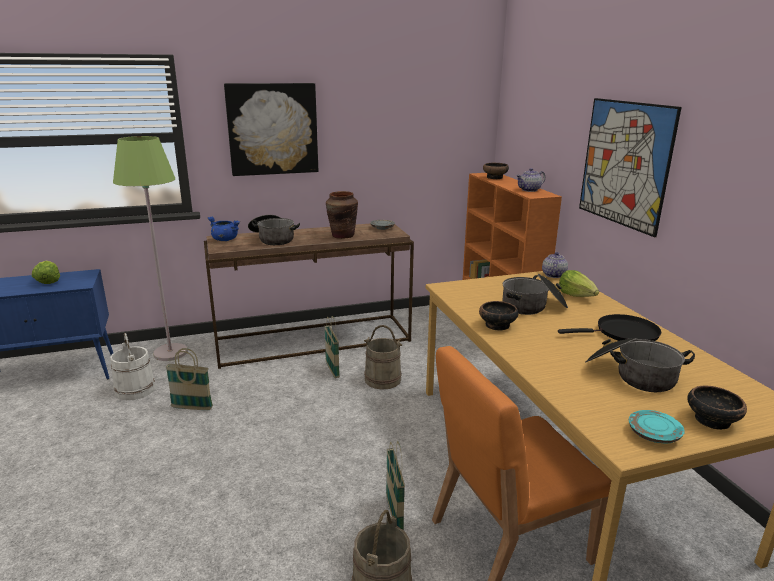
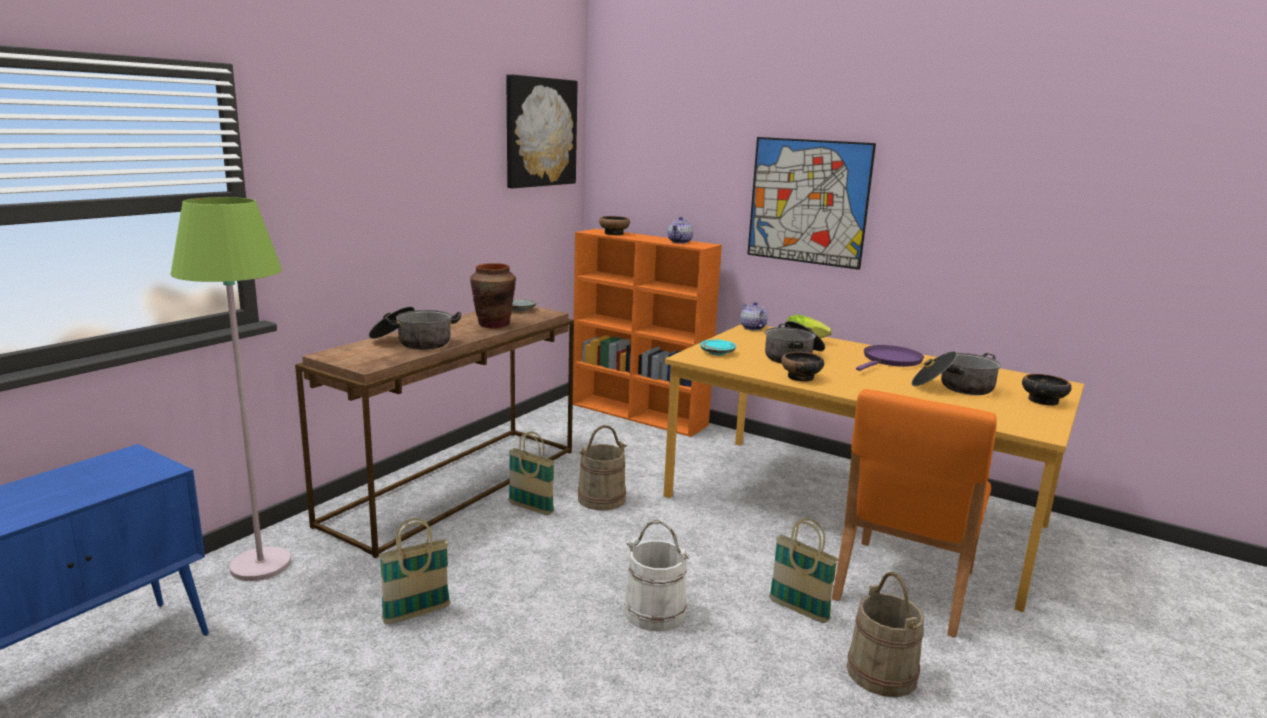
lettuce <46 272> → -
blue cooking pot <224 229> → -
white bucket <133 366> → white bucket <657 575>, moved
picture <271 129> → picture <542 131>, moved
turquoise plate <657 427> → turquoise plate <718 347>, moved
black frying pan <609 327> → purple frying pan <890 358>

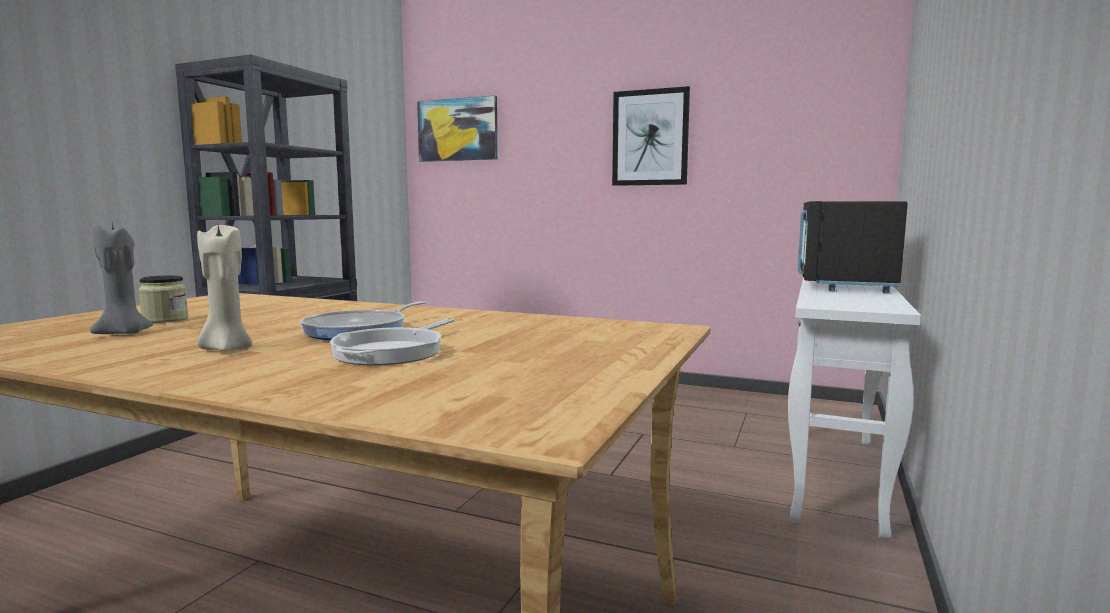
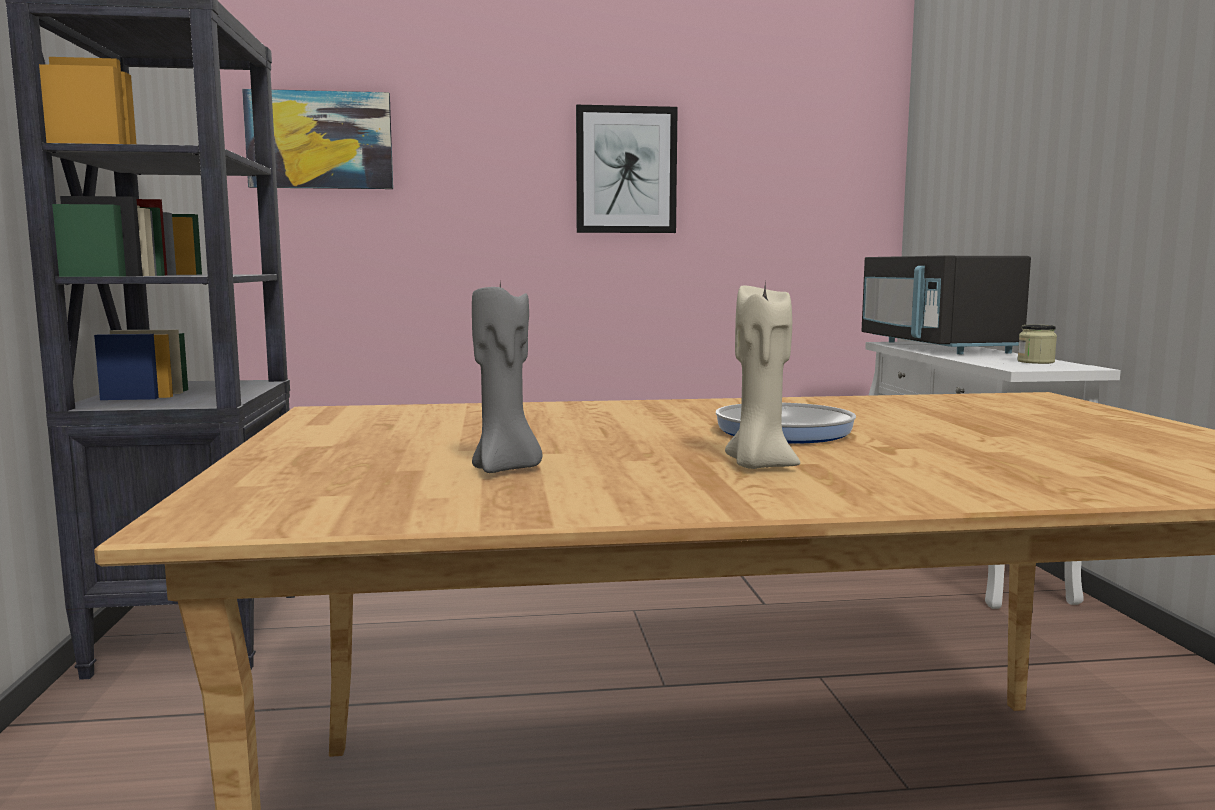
frying pan <392 341> → -
jar <163 299> → jar <1037 344>, moved

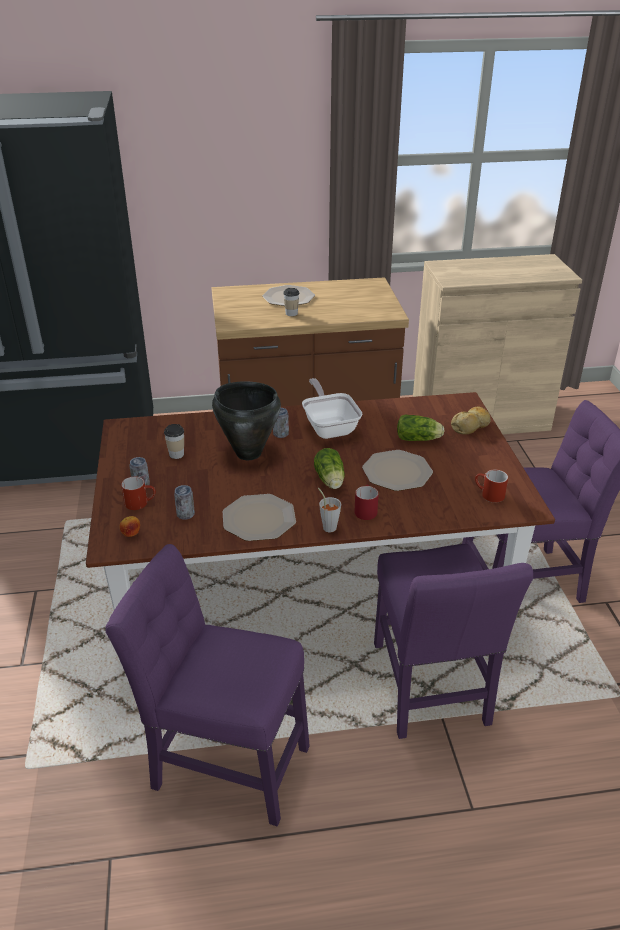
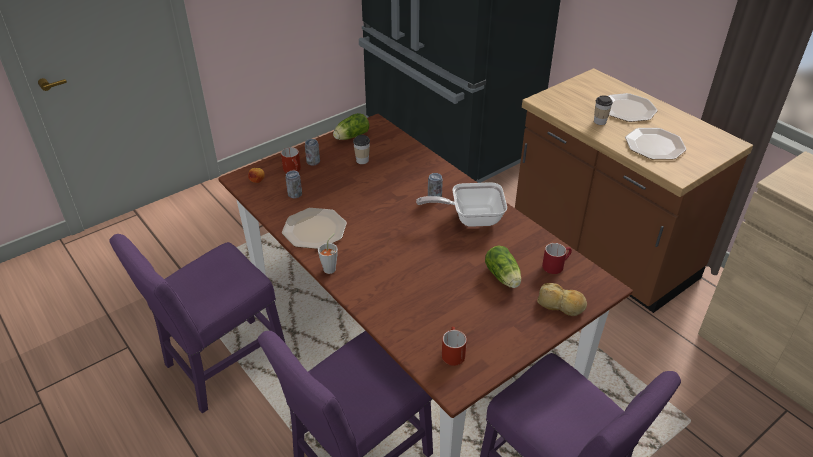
black cooking pot <246 420> → -
lettuce <329 468> → lettuce <351 126>, moved
red mug <367 502> → red mug <557 258>, moved
plate <397 470> → plate <656 144>, moved
purple chair <207 685> → purple chair <197 323>, 120 degrees counterclockwise
frying pan <332 408> → frying pan <461 204>, 135 degrees counterclockwise

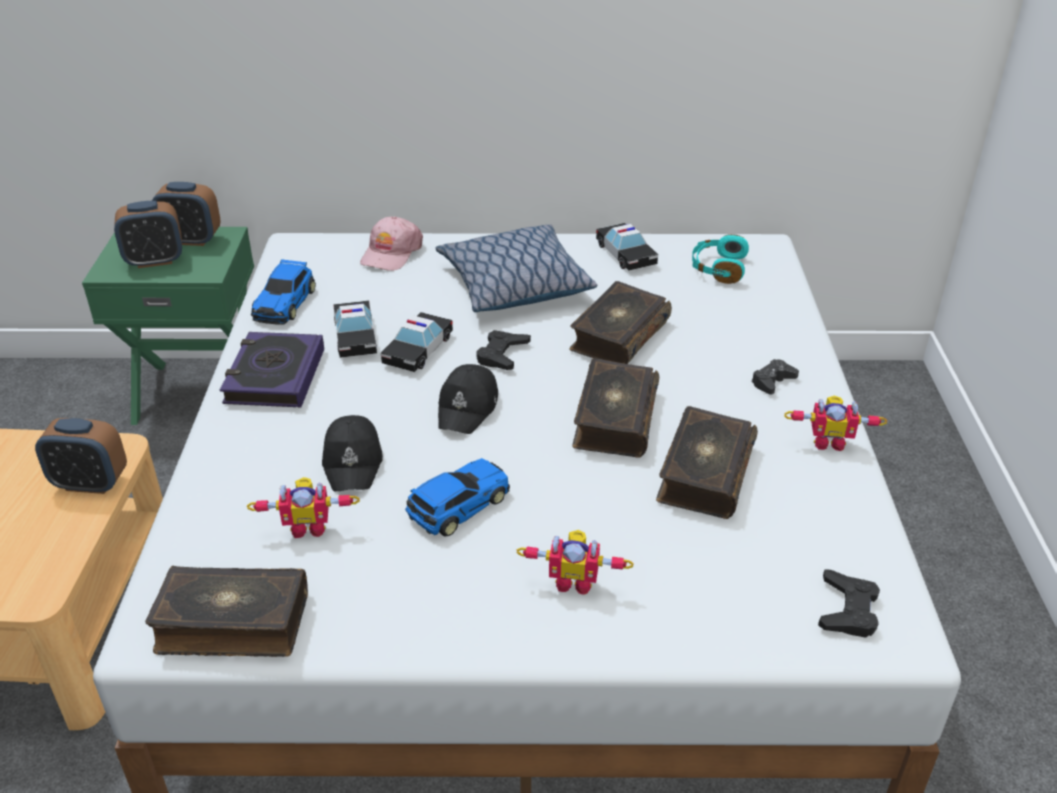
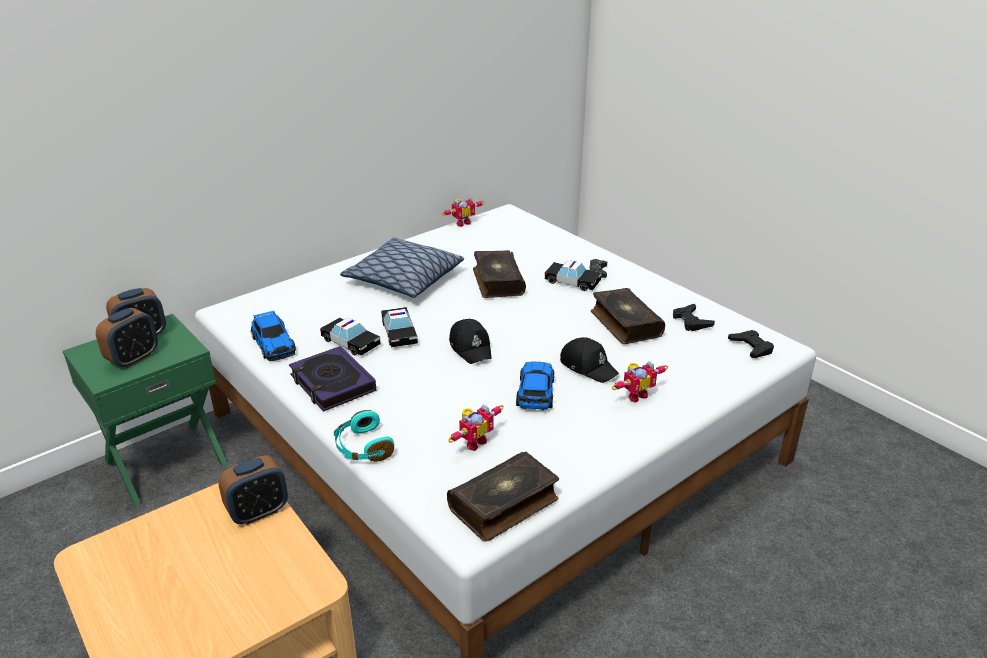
pink cap <391 243> → -
book <615 408> → -
black cap <352 453> → black cap <589 360>, moved
black game controller <503 350> → black game controller <694 317>, moved
toy car <627 247> → toy car <573 275>, moved
turquoise headphones <720 259> → turquoise headphones <364 436>, moved
toy robot <835 423> → toy robot <463 212>, moved

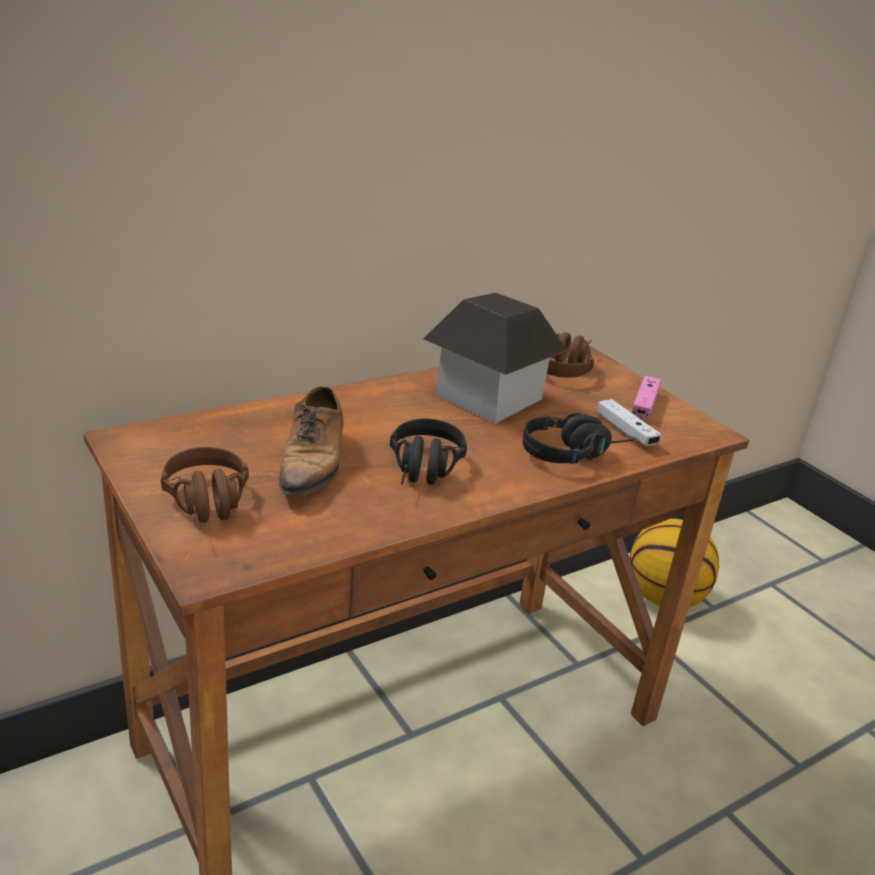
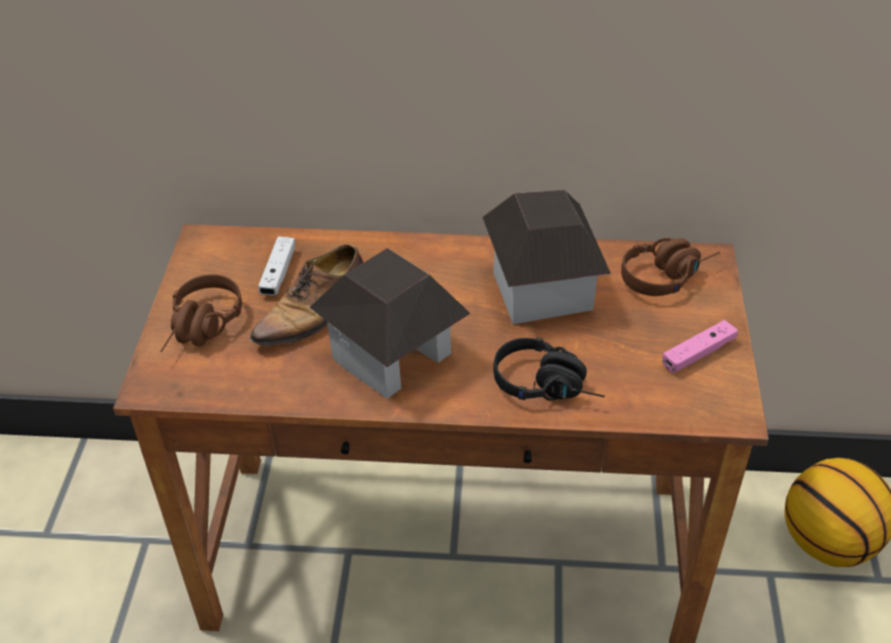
white game controller <629 422> → white game controller <276 266>, moved
black headphones <428 452> → toy house <390 323>

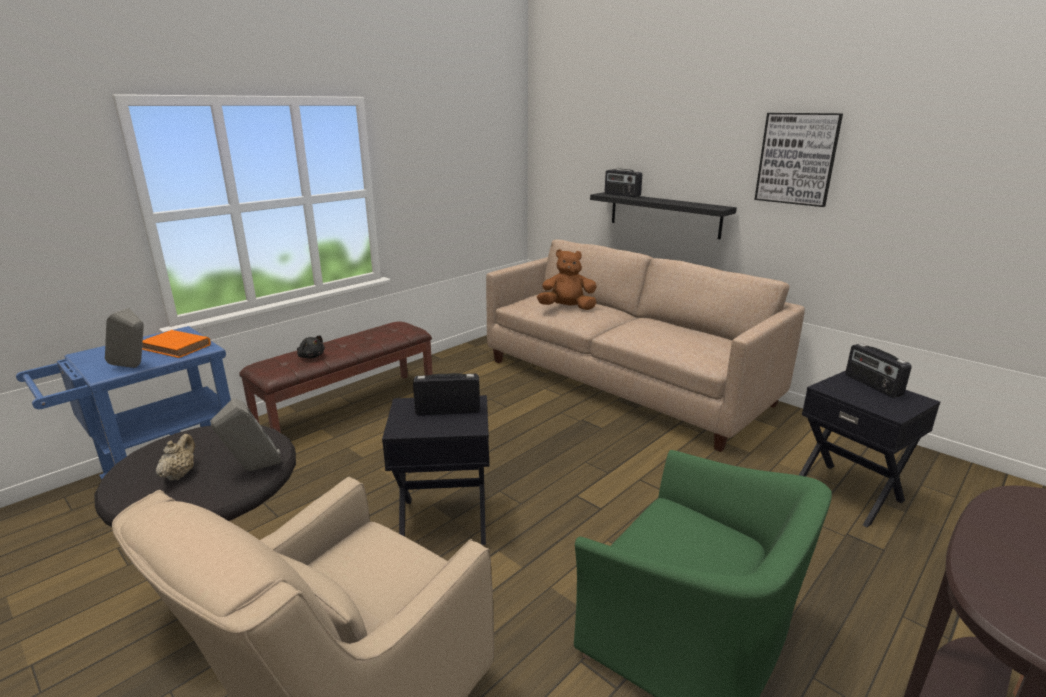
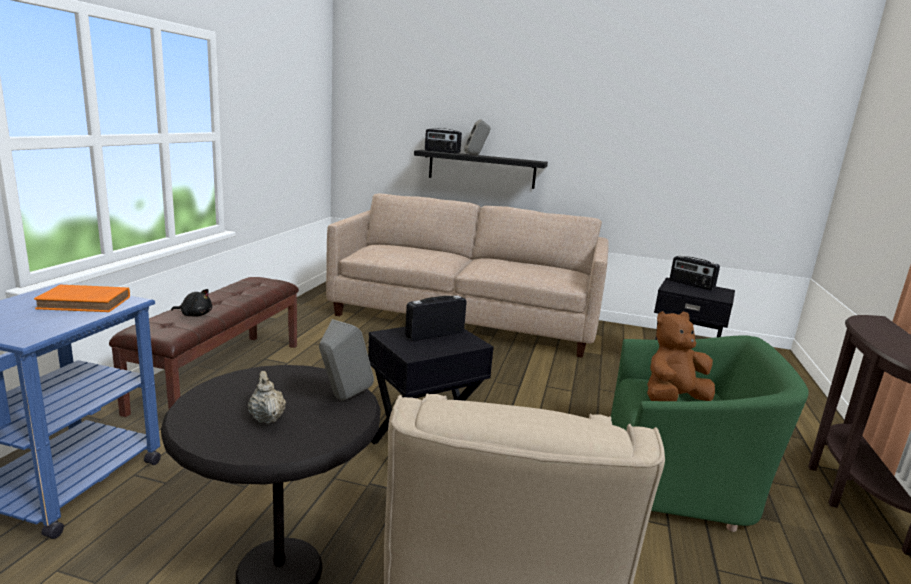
picture <798 160> → -
grey speaker <124 338> → grey speaker <477 137>, moved
brown plush toy <567 279> → brown plush toy <681 356>, moved

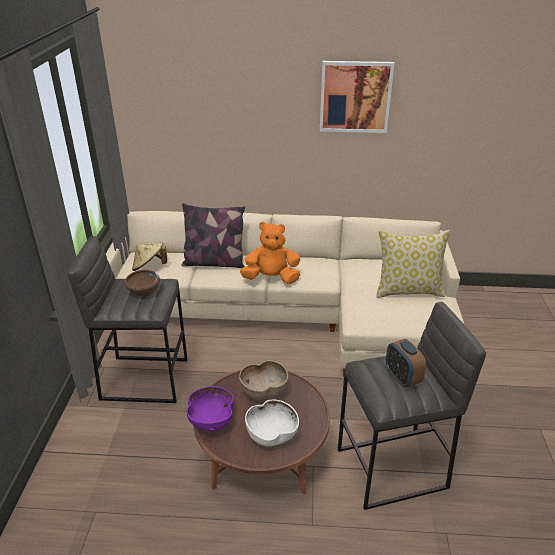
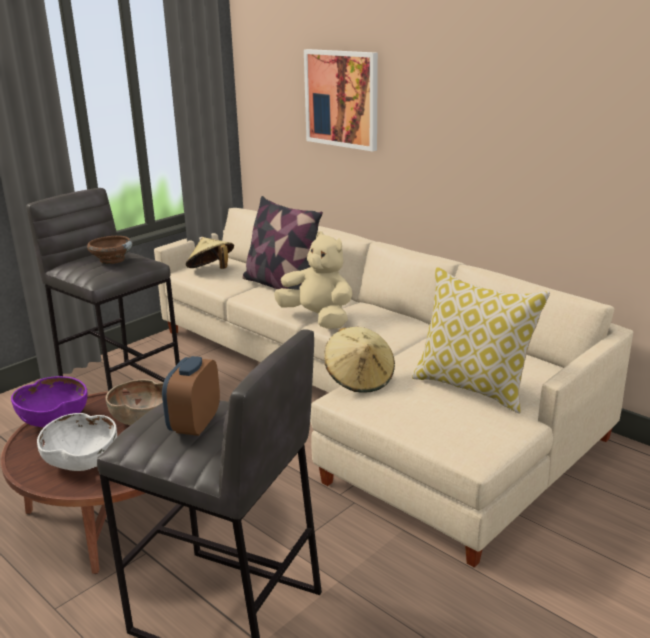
- → beige hat <359 360>
picture <357 97> → picture <341 100>, moved
orange plush toy <270 253> → beige plush toy <313 280>

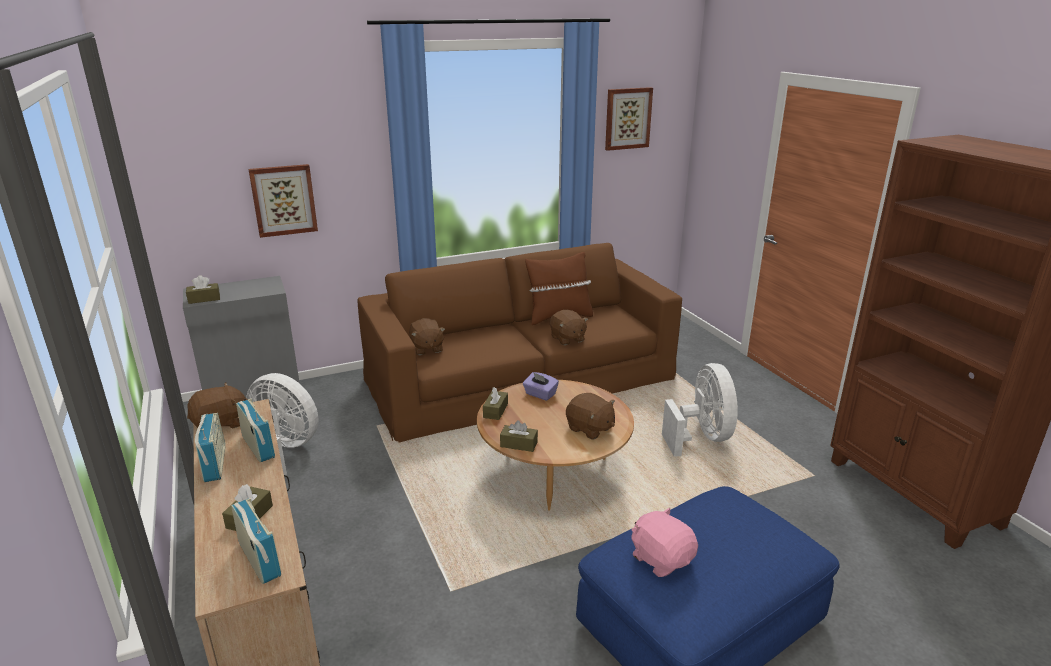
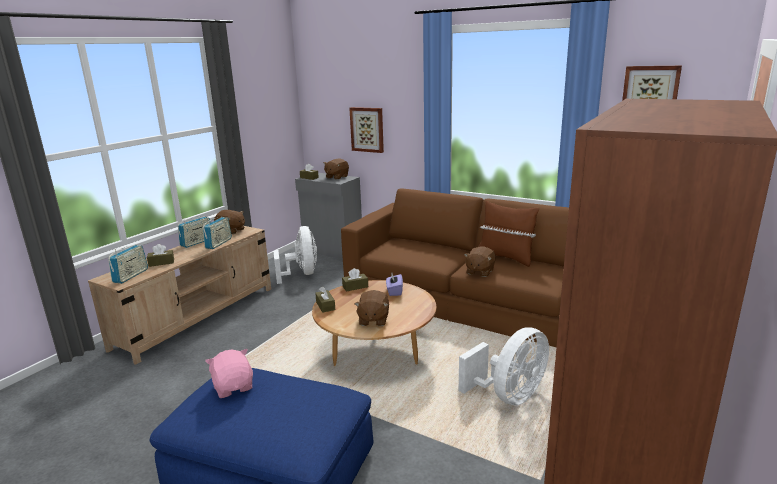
brown plush toy <427 337> → brown plush toy <336 169>, moved
pink plush toy <664 542> → pink plush toy <229 373>, 45 degrees counterclockwise

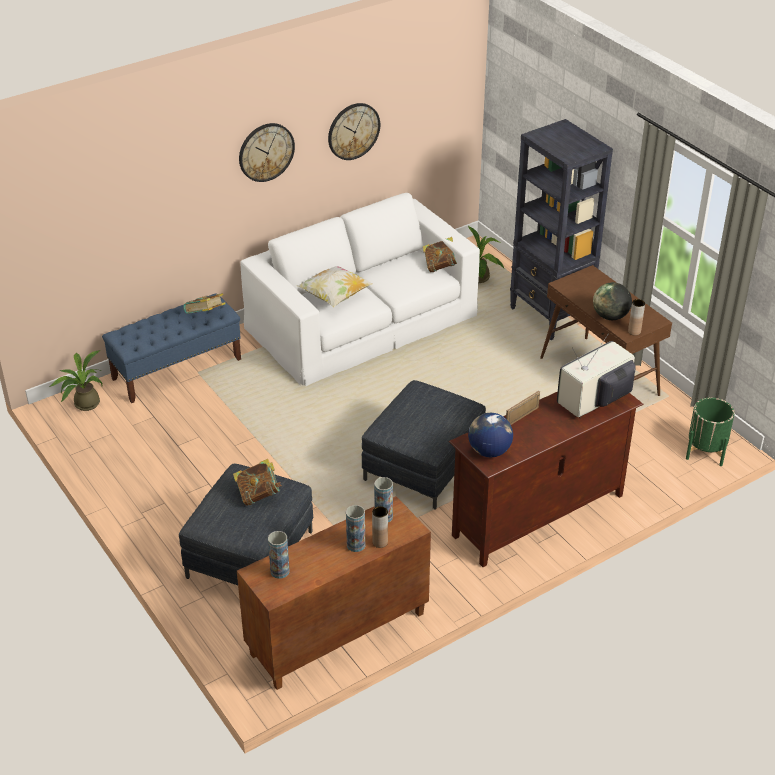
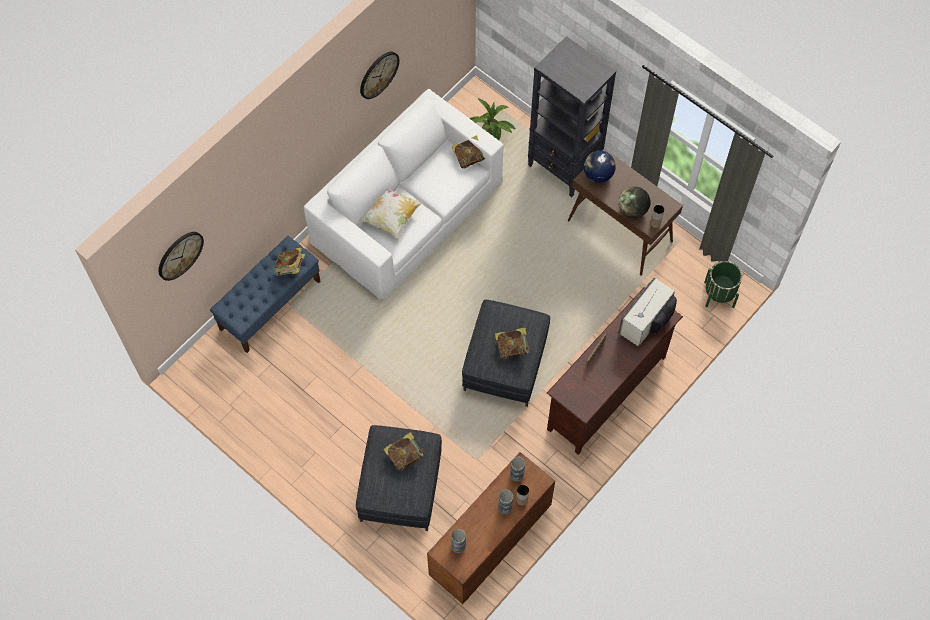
potted plant <76 380> → -
- → book <512 343>
wall clock <267 152> → wall clock <181 256>, moved
globe <490 435> → globe <600 167>, moved

